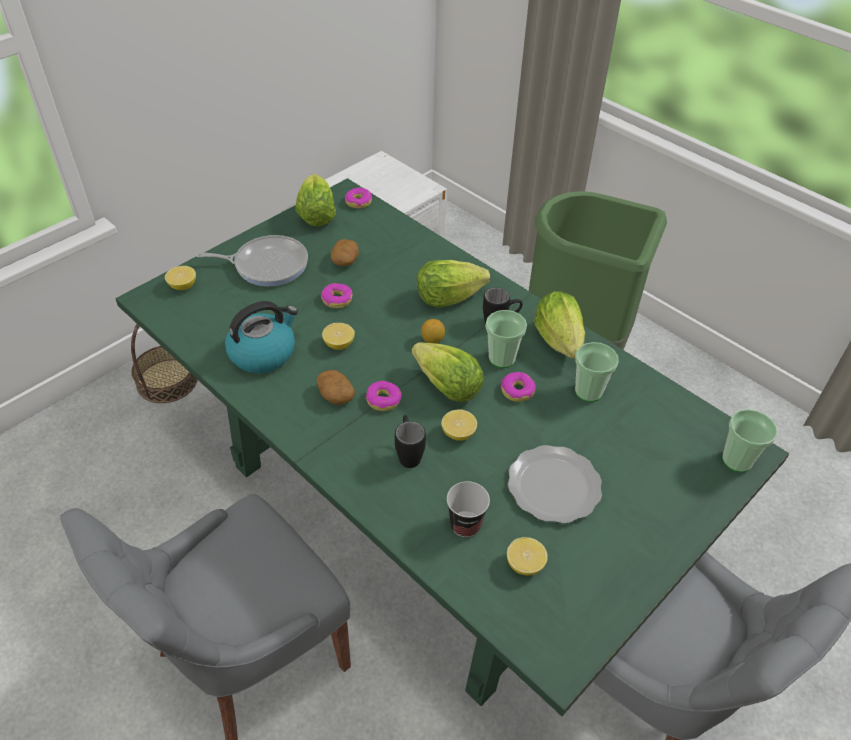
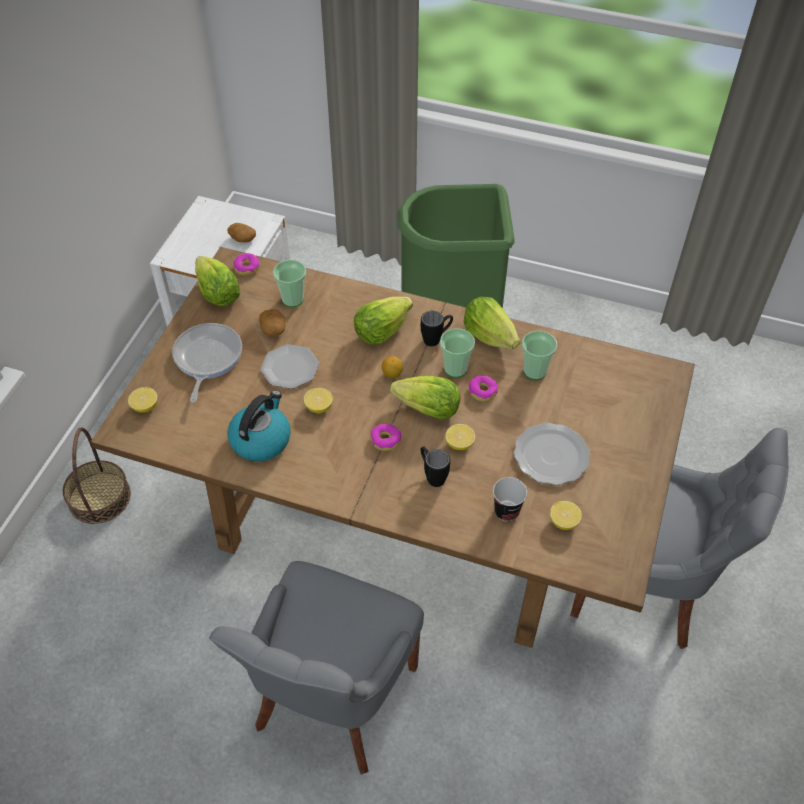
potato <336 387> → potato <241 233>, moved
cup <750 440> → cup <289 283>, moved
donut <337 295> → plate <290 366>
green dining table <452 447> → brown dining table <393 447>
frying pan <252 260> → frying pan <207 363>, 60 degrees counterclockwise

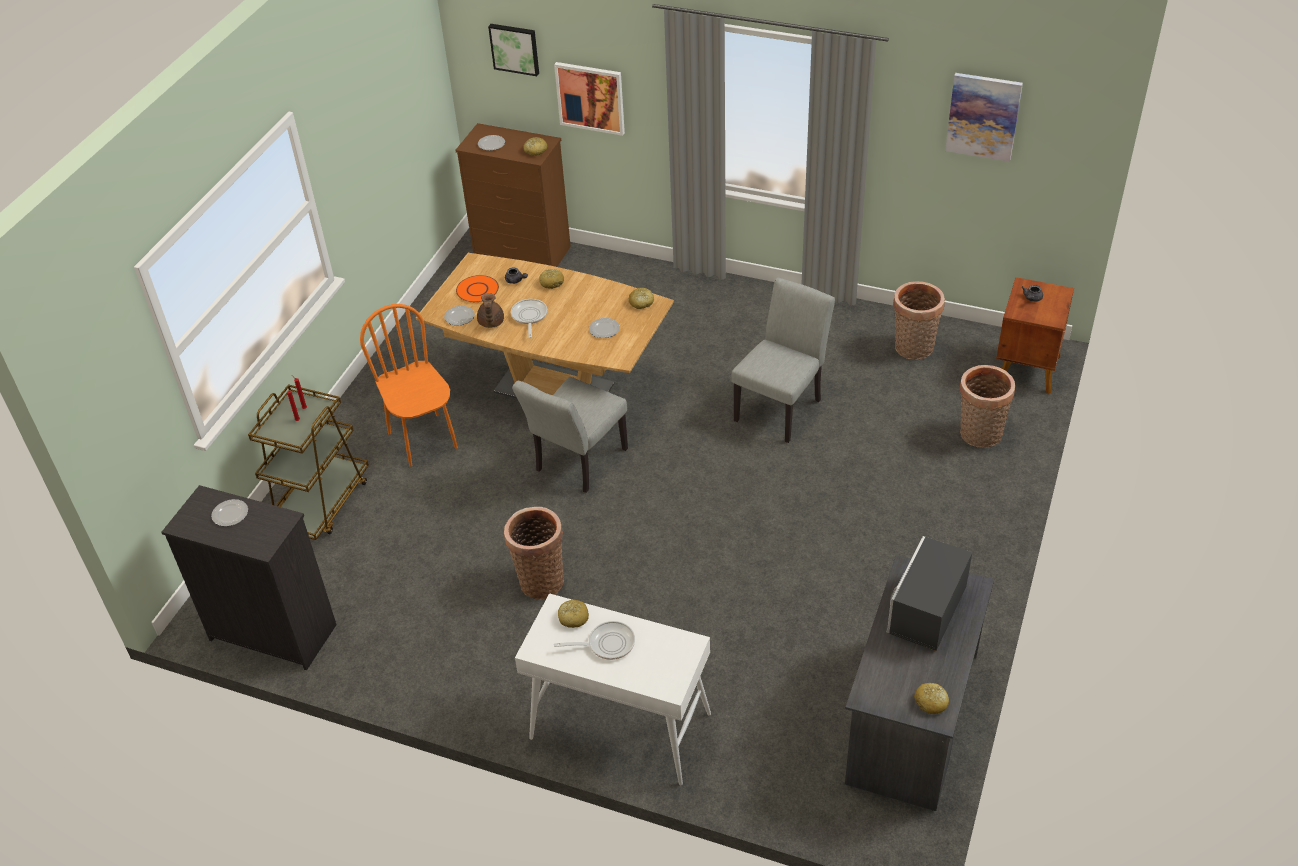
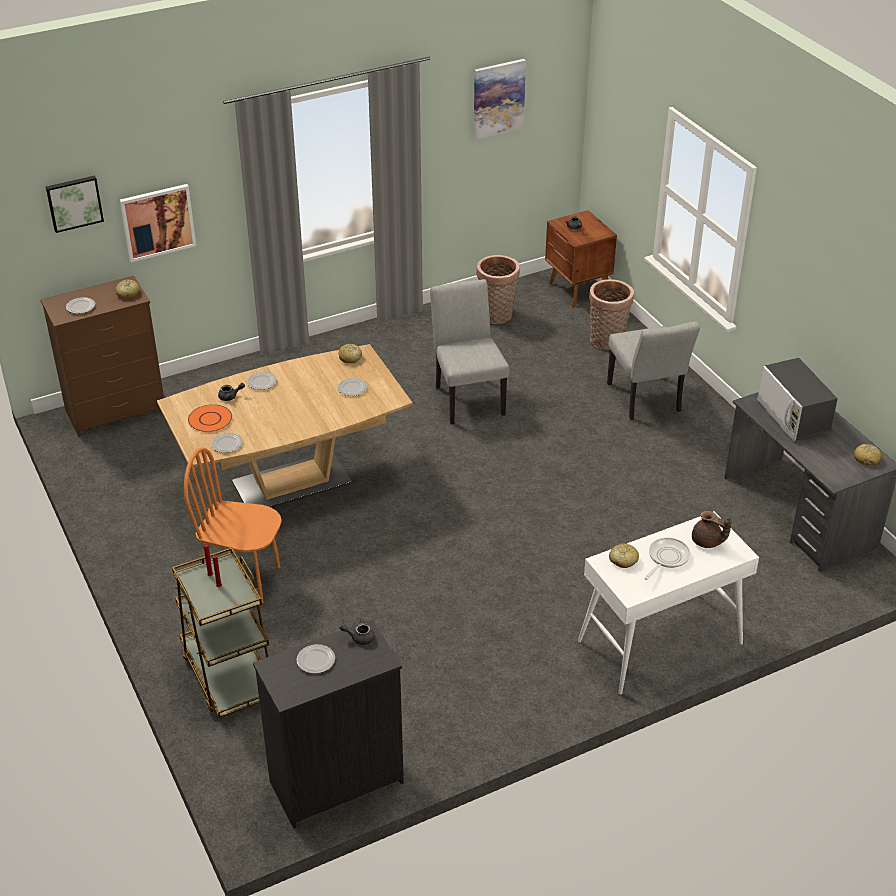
basket <534 553> → -
frying pan <529 318> → -
- → grey teapot <357 631>
brown teapot <490 310> → brown teapot <712 529>, moved
grey chair <570 435> → grey chair <653 370>, moved
bread <551 279> → plate <262 381>

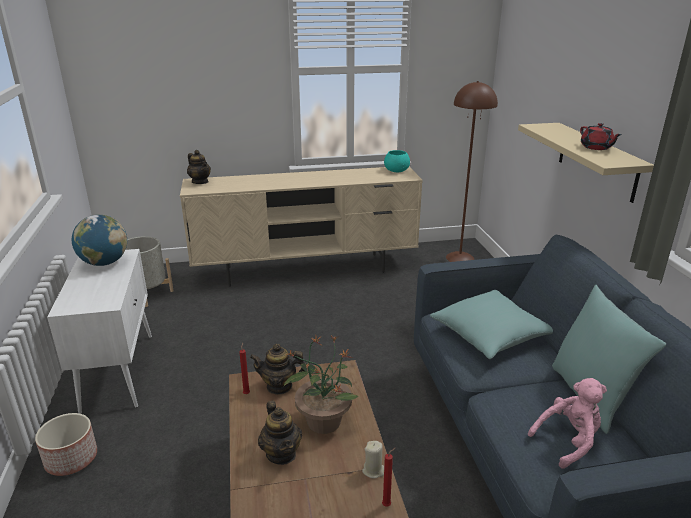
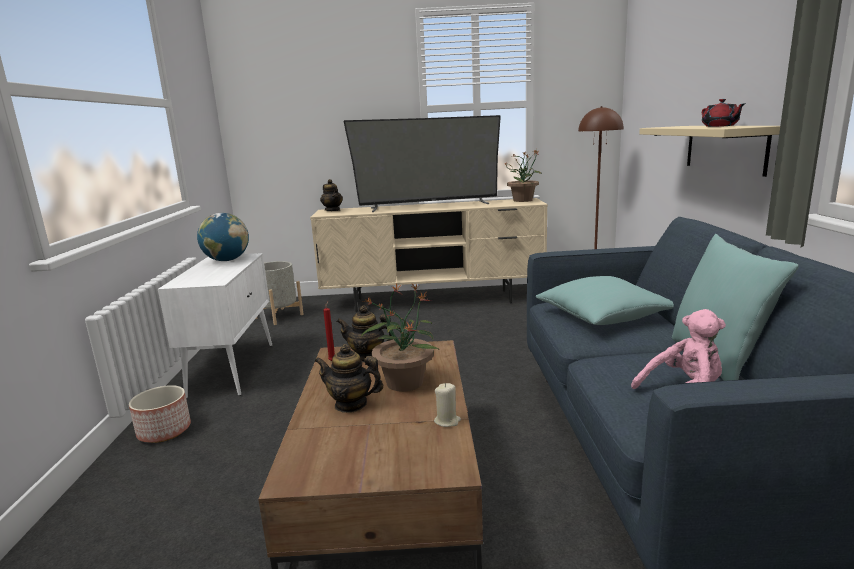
red candle <389 477> → -
- → television <422 163>
turquoise bowl <397 161> → potted plant <522 175>
teapot <280 433> → teapot <349 378>, 120 degrees clockwise

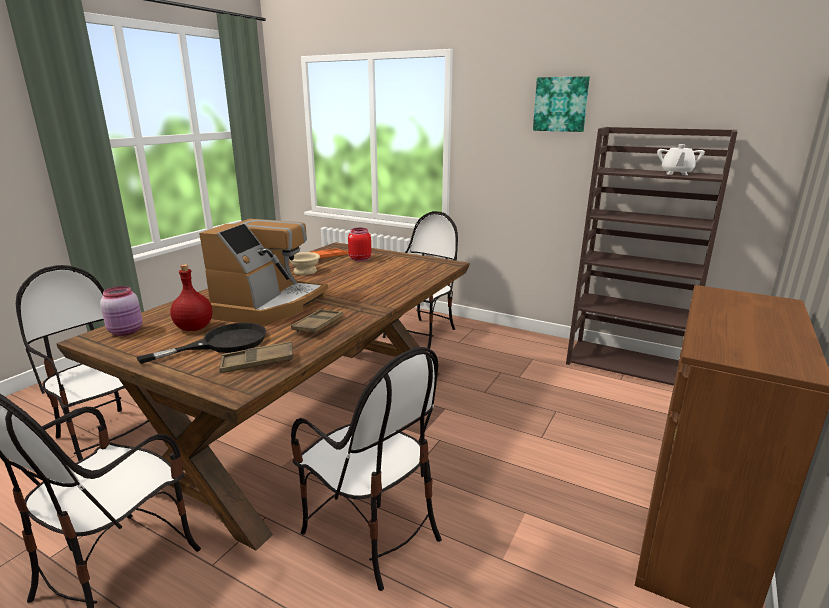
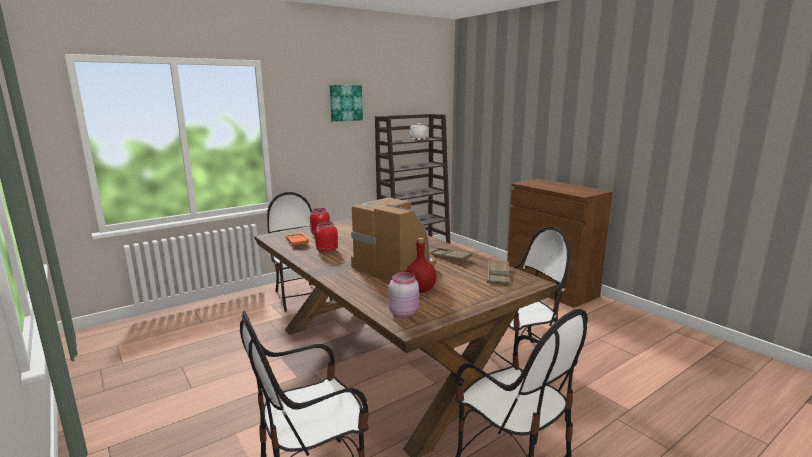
black frying pan <201 343> → -
beige bowl <304 263> → red jar <326 237>

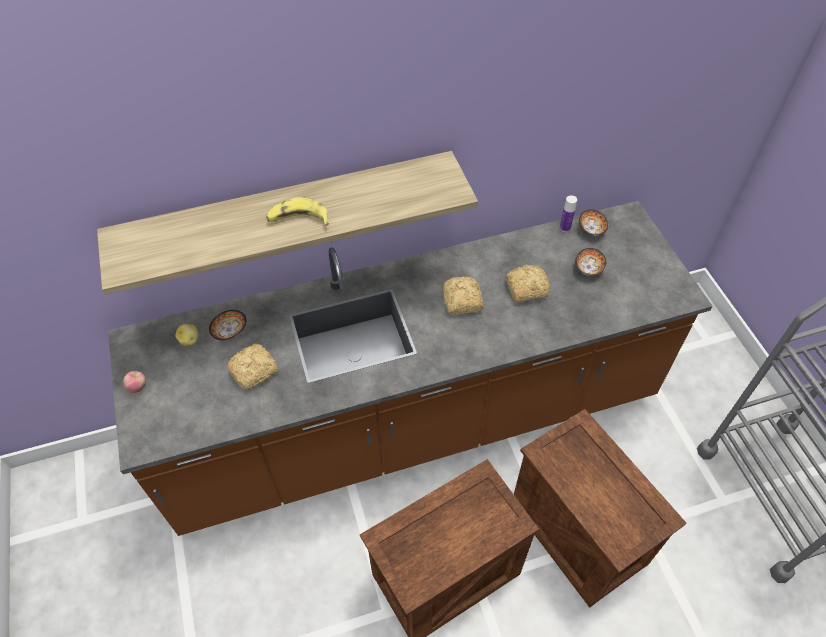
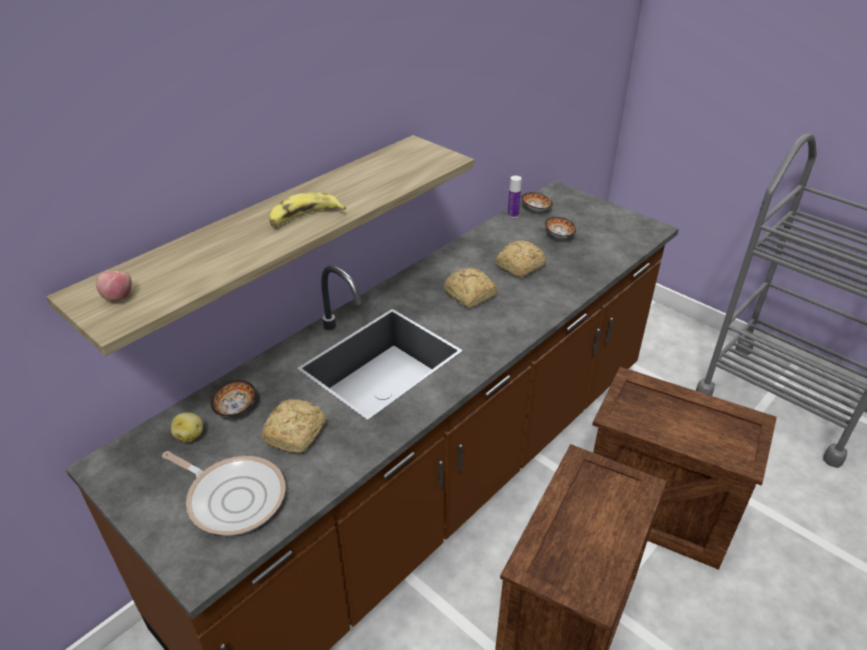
- → frying pan <223 493>
apple <134 382> → apple <114 285>, moved

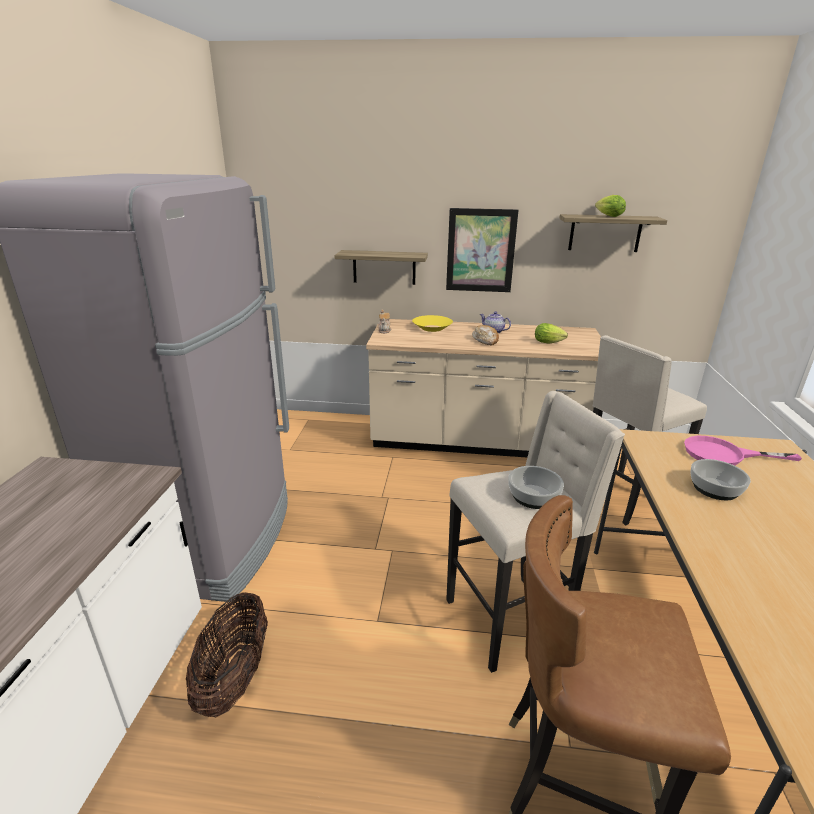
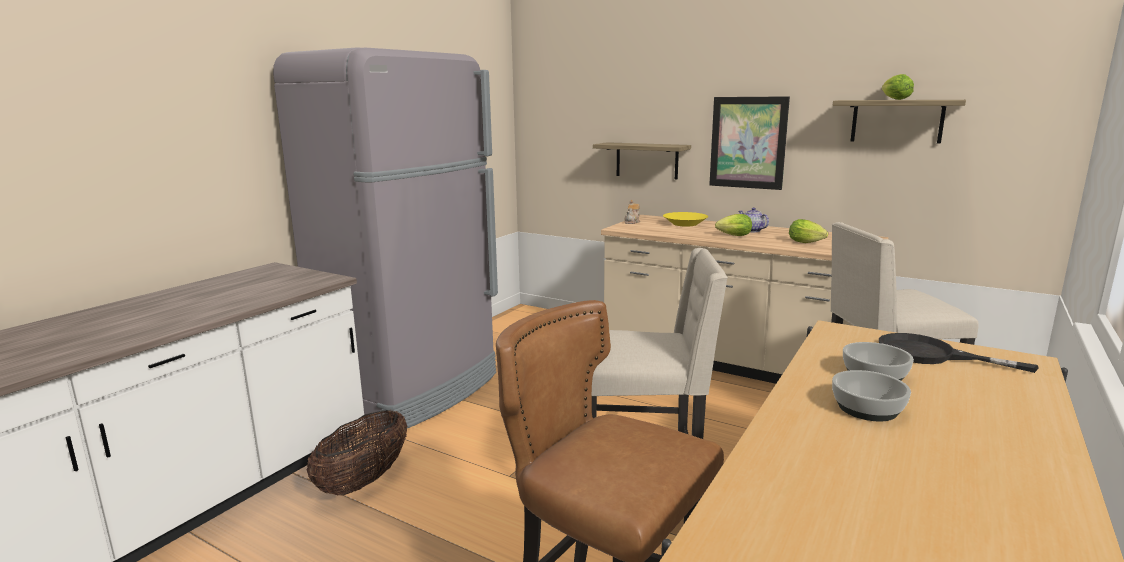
bowl <536 487> → bowl <871 395>, moved
bread <485 335> → lettuce <733 225>
pink frying pan <743 451> → black frying pan <959 353>

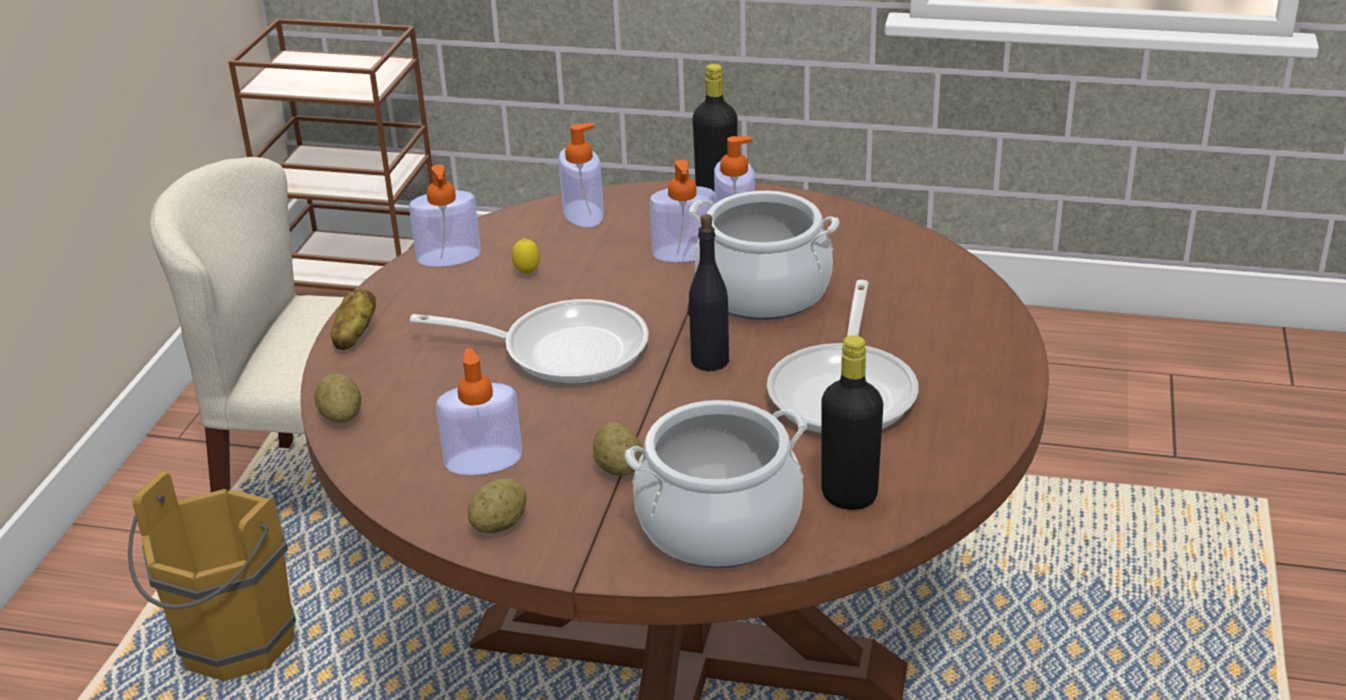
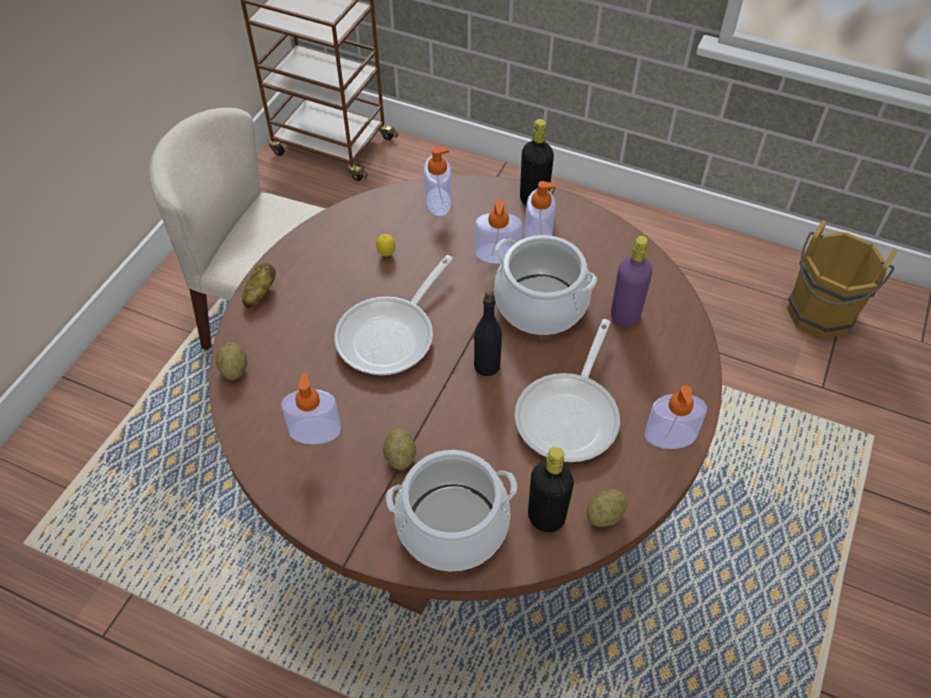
- → purple bottle <631 281>
brown bucket <212 575> → brown bucket <842 279>, moved
soap dispenser <445 216> → soap dispenser <675 417>, moved
potato <497 505> → potato <606 508>, moved
frying pan <529 341> → frying pan <393 315>, 105 degrees clockwise

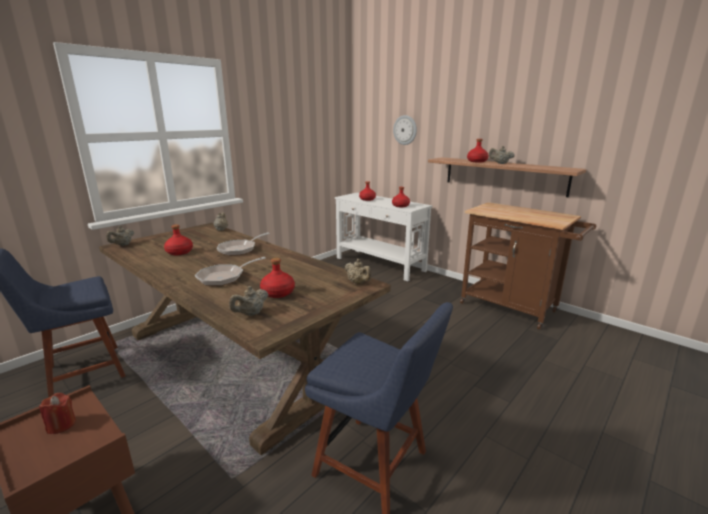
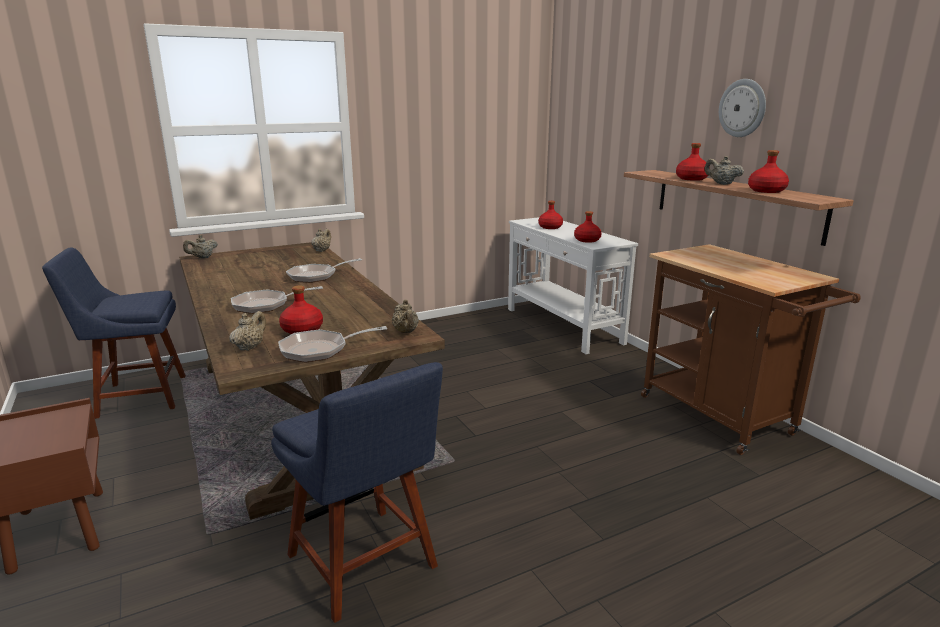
red candle <57 413> → -
- → frying pan <332 344>
red bottle <178 240> → red bottle <768 171>, moved
wall clock <405 130> → wall clock <742 108>, moved
beige teapot <249 301> → beige teapot <247 331>, 135 degrees clockwise

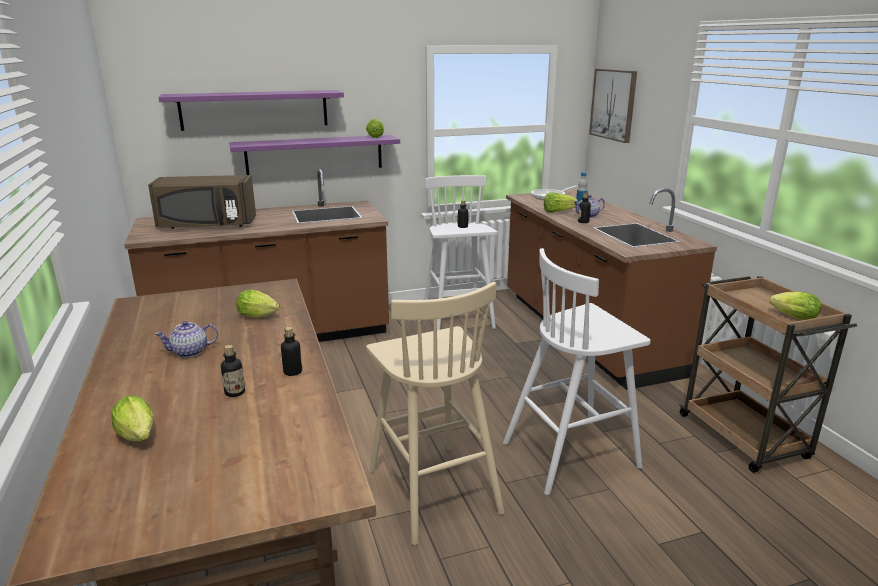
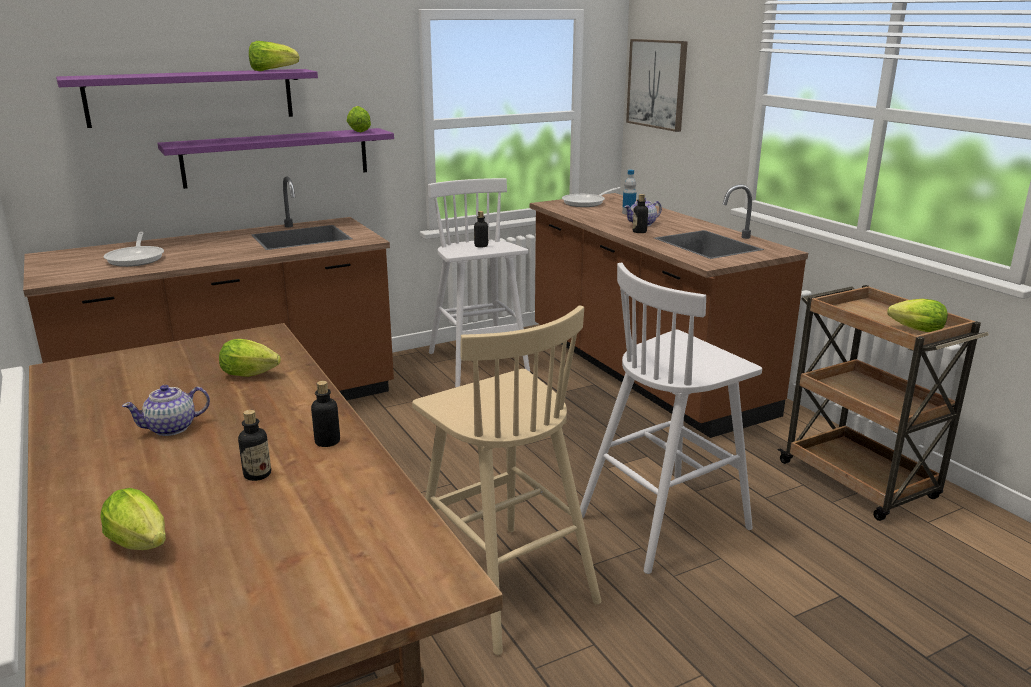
lettuce <561 202> → lettuce <274 56>, moved
brown microwave <202 202> → frying pan <134 249>

